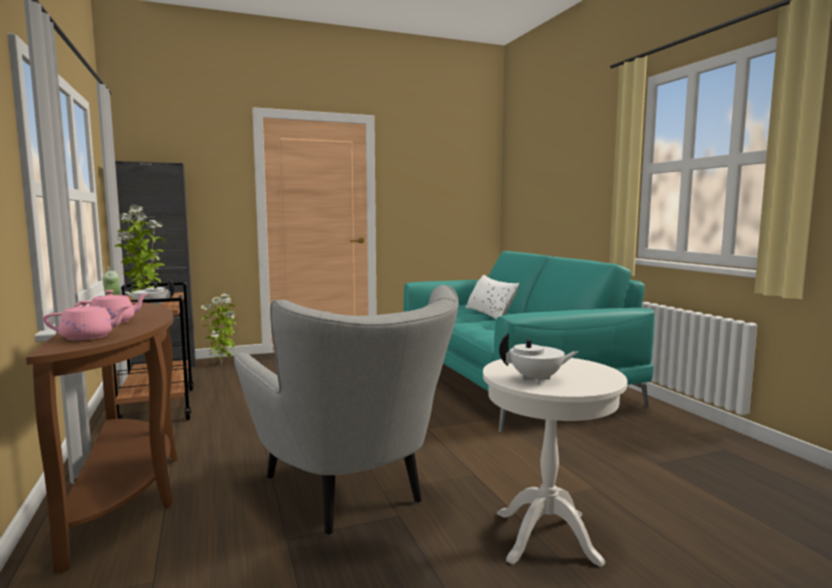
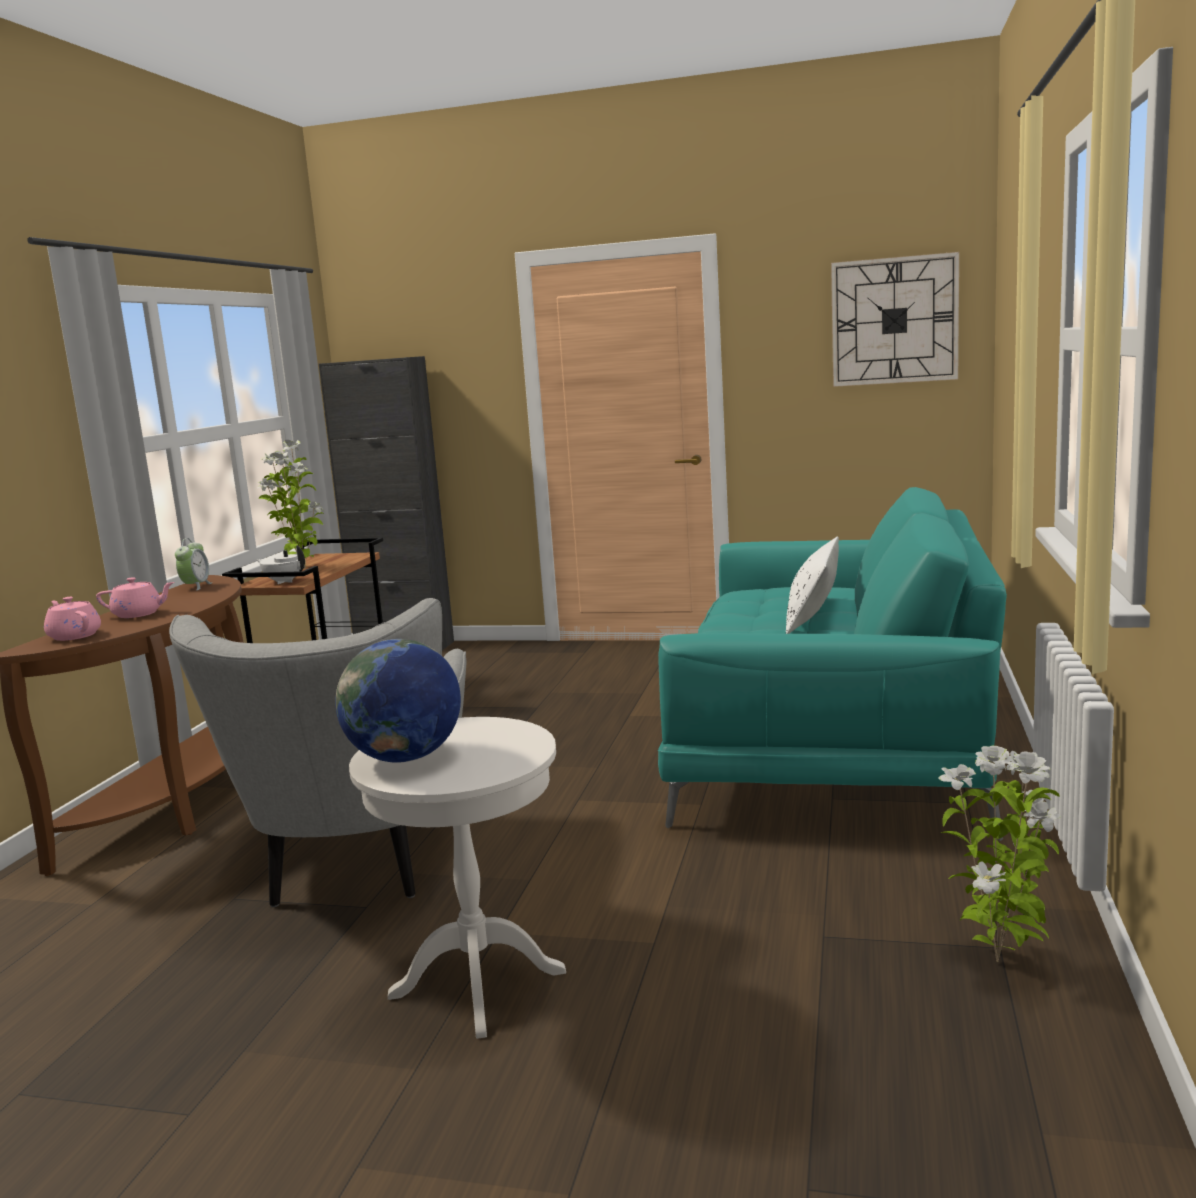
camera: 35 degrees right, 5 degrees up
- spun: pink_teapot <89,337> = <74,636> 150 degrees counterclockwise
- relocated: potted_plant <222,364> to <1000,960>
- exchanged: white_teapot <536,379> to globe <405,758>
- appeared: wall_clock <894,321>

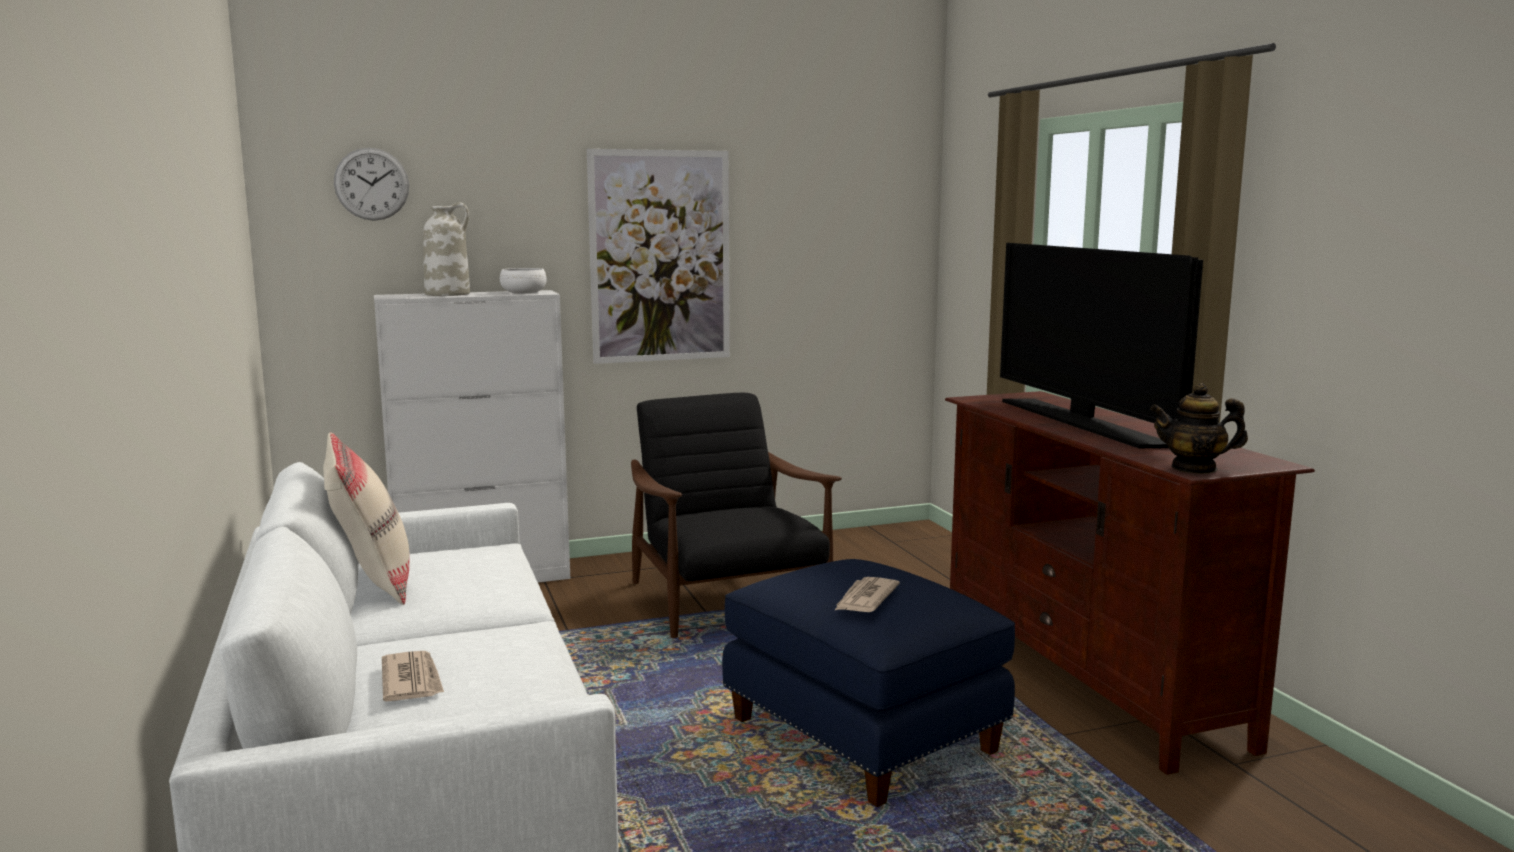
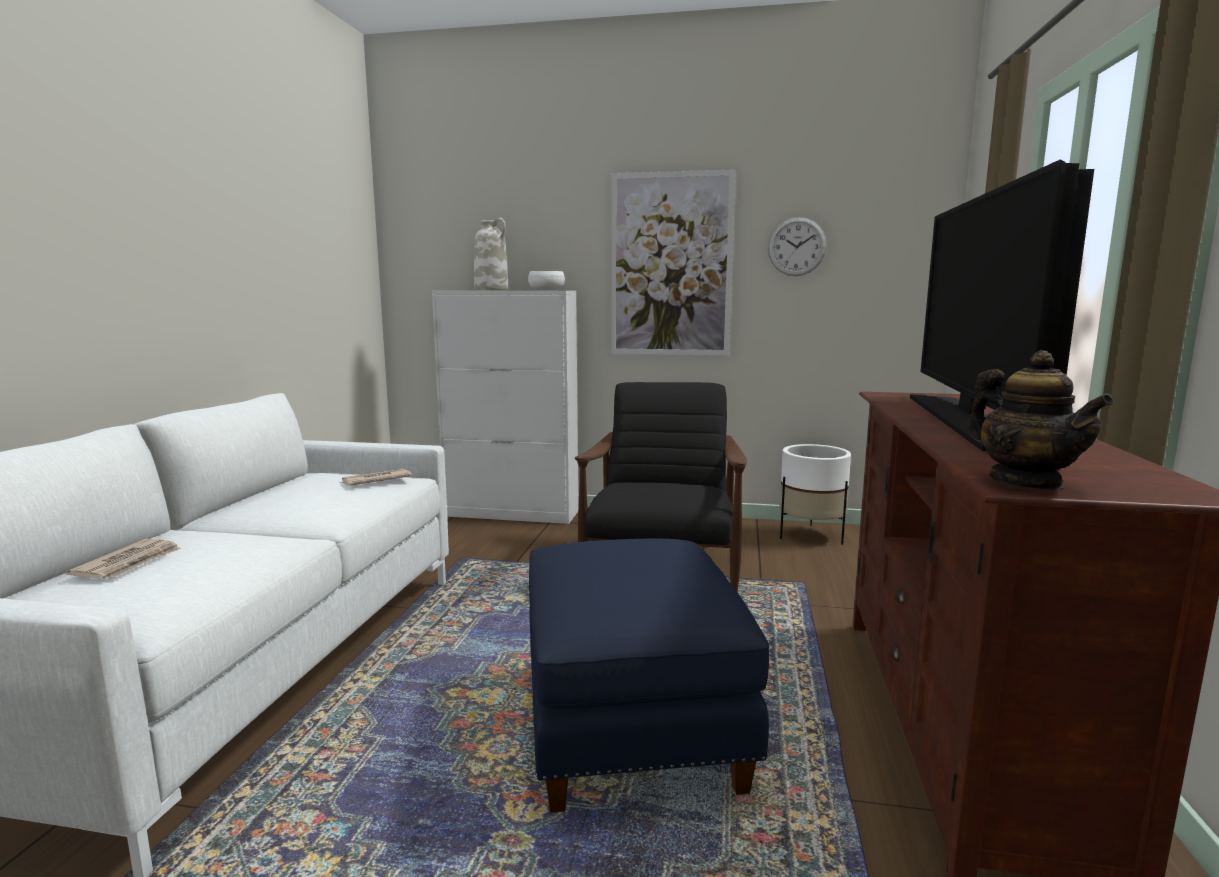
camera: 30 degrees right, 0 degrees up
- missing: beige_pillow <371,582>
- relocated: wall_clock <371,184> to <796,247>
- relocated: newspaper <865,599> to <375,480>
- spun: teapot <1194,468> = <1025,482> 150 degrees counterclockwise
- appeared: white_planter <811,536>

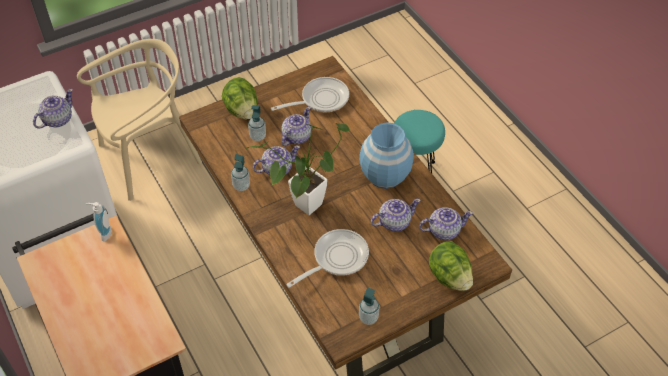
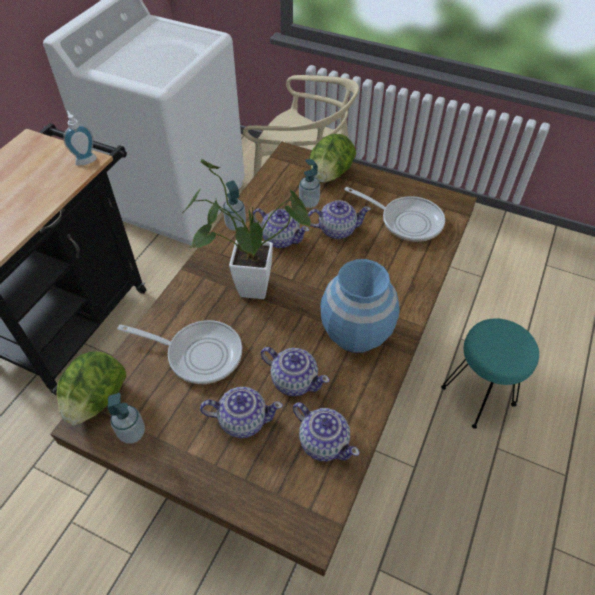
camera: 55 degrees right, 0 degrees up
- relocated: teapot <57,120> to <242,420>
- relocated: lettuce <449,277> to <97,400>

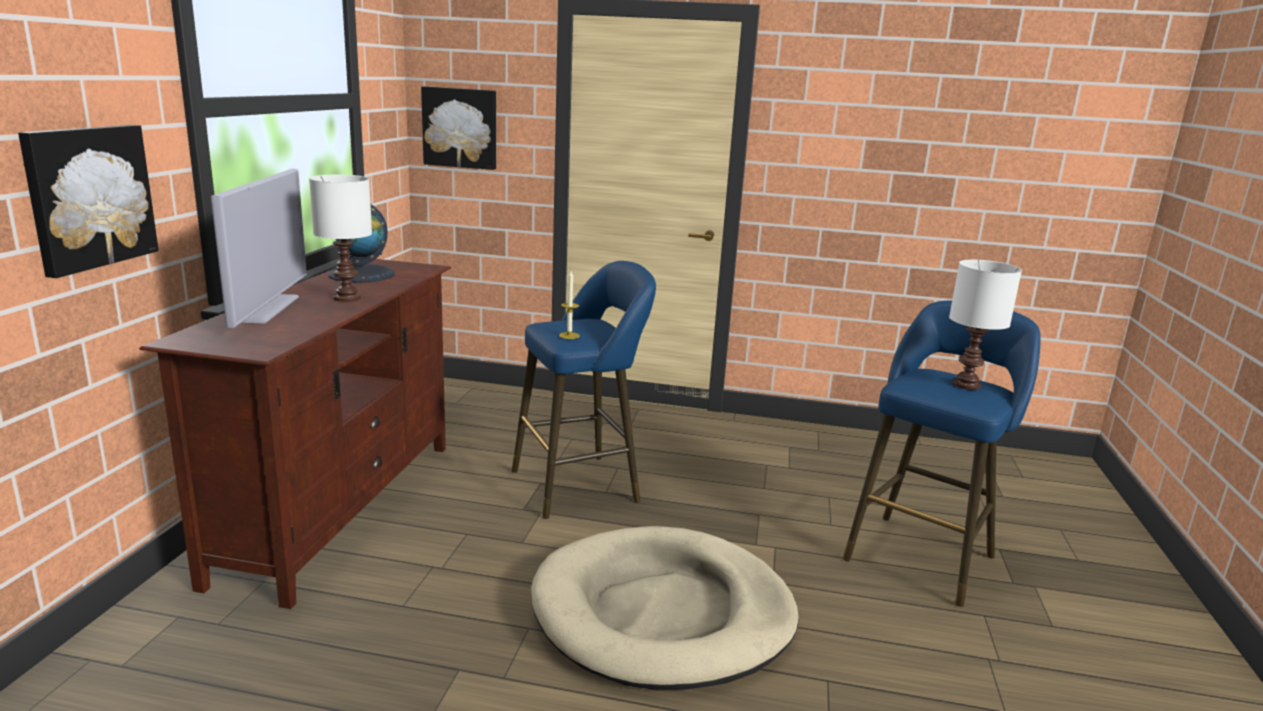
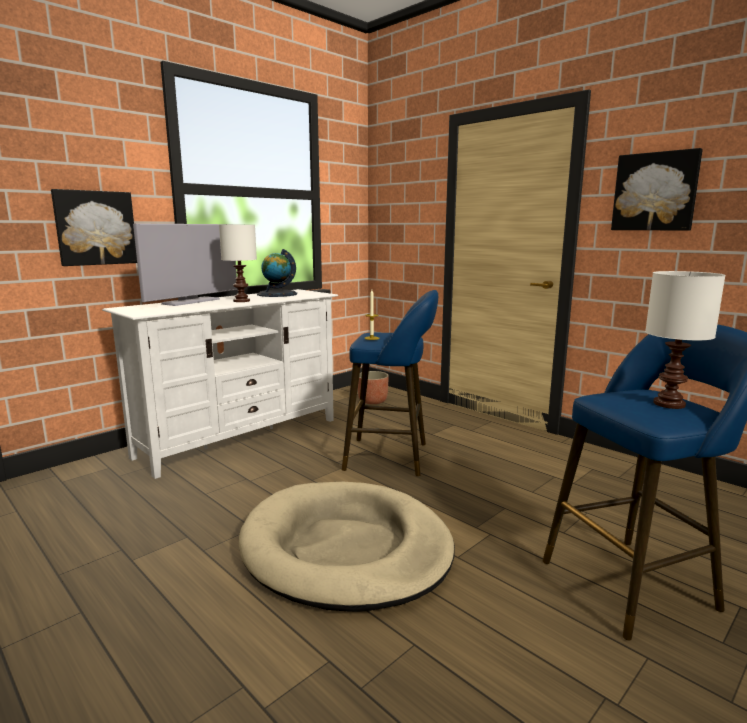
camera: 35 degrees right, 5 degrees down
- colour: brown_tv_stand <339,508> to white_tv_stand <240,437>
- relocated: picture <460,128> to <655,192>
- appeared: planter <373,401>

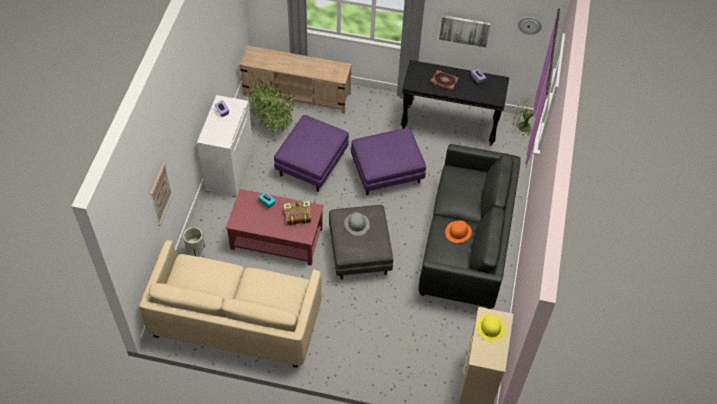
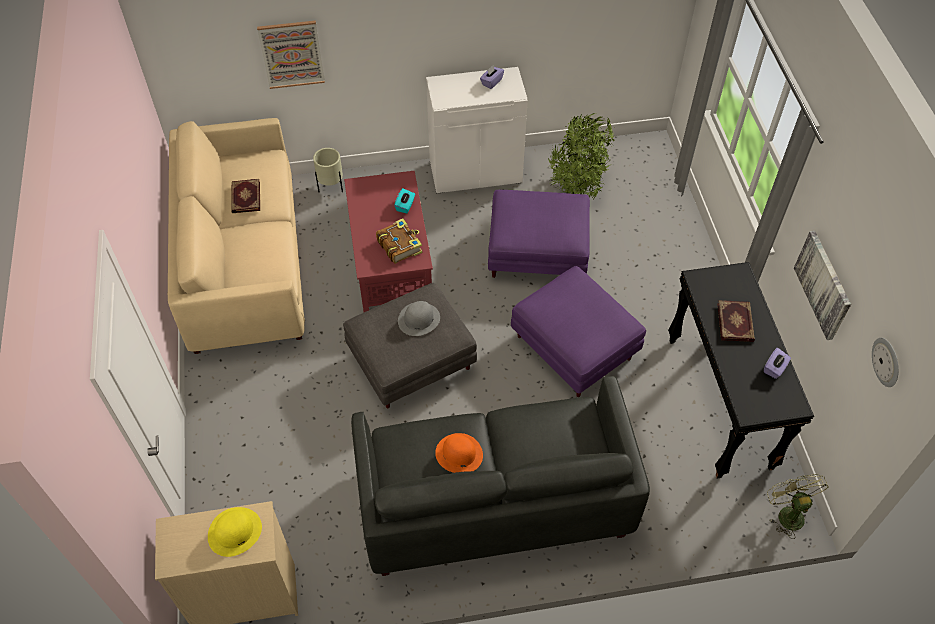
camera: 70 degrees right, 0 degrees up
- missing: beige_tv_stand <297,94>
- appeared: book <245,197>

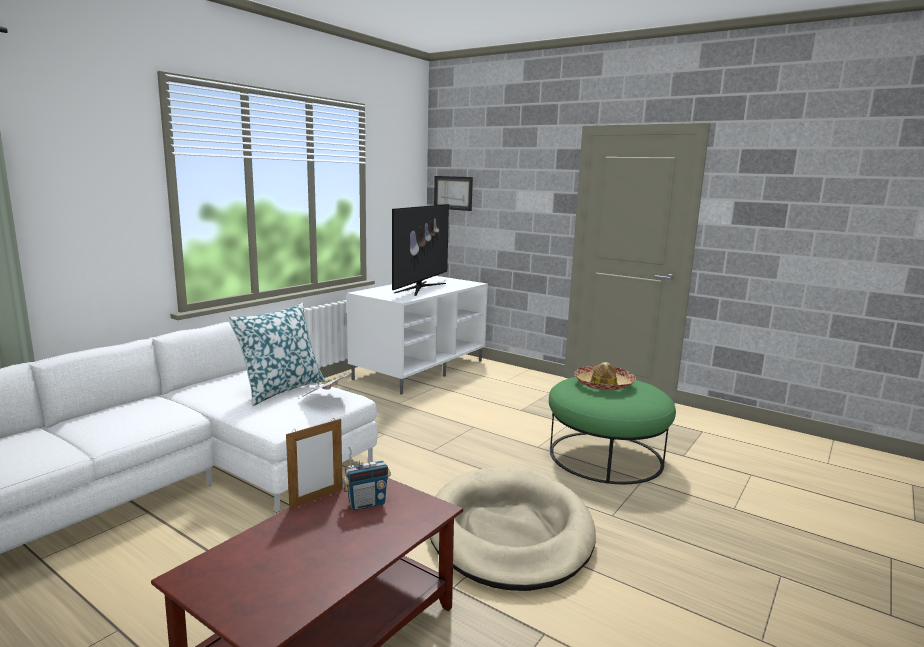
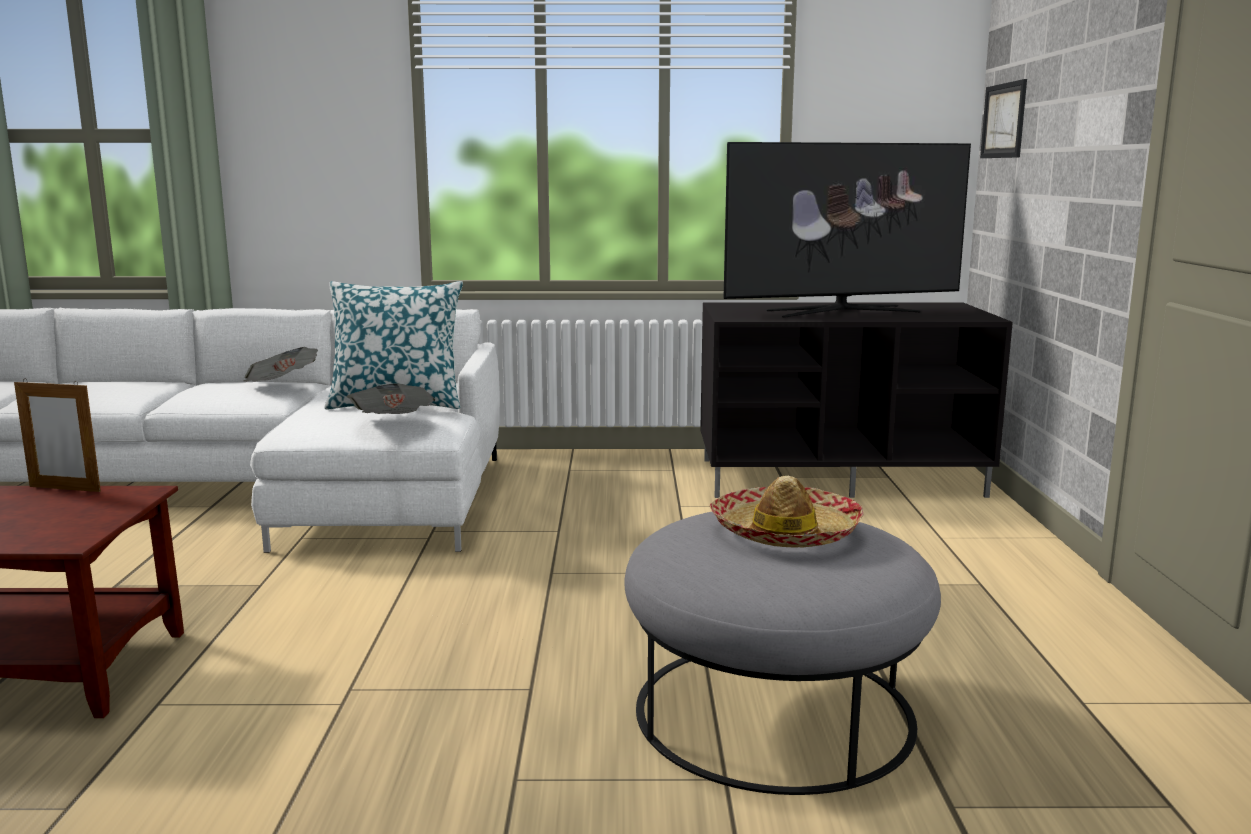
camera: 55 degrees right, 0 degrees up
- missing: radio <366,504>
- colour: white_tv_stand <420,369> to black_tv_stand <840,477>
- missing: beige_dog_bed <509,532>
- colour: green_ottoman <605,456> to grey_ottoman <774,711>
- appeared: newspaper <282,385>

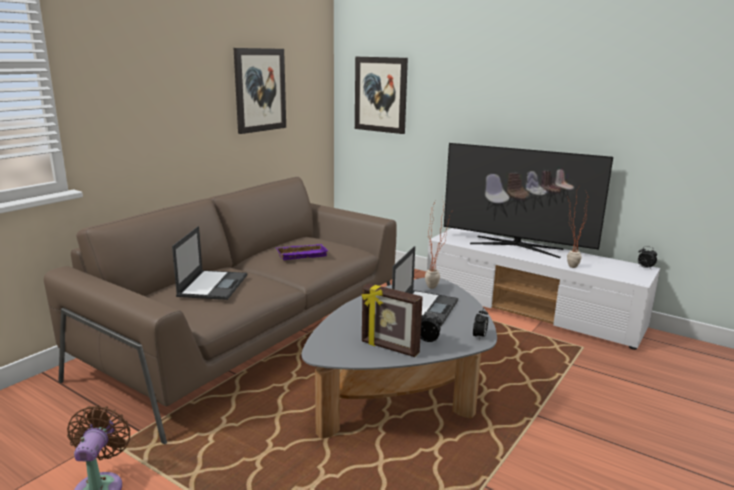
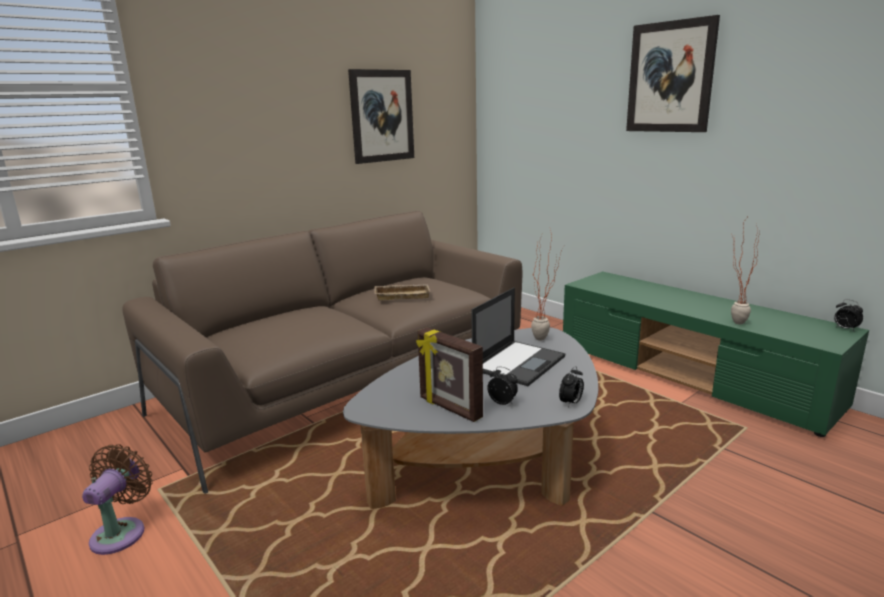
camera: 15 degrees right, 0 degrees up
- missing: laptop <213,285>
- colour: purple_tray <302,254> to beige_tray <403,295>
- relocated: picture <380,94> to <670,77>
- colour: white_tv_stand <532,310> to green_tv_stand <690,376>
- missing: television <516,246>

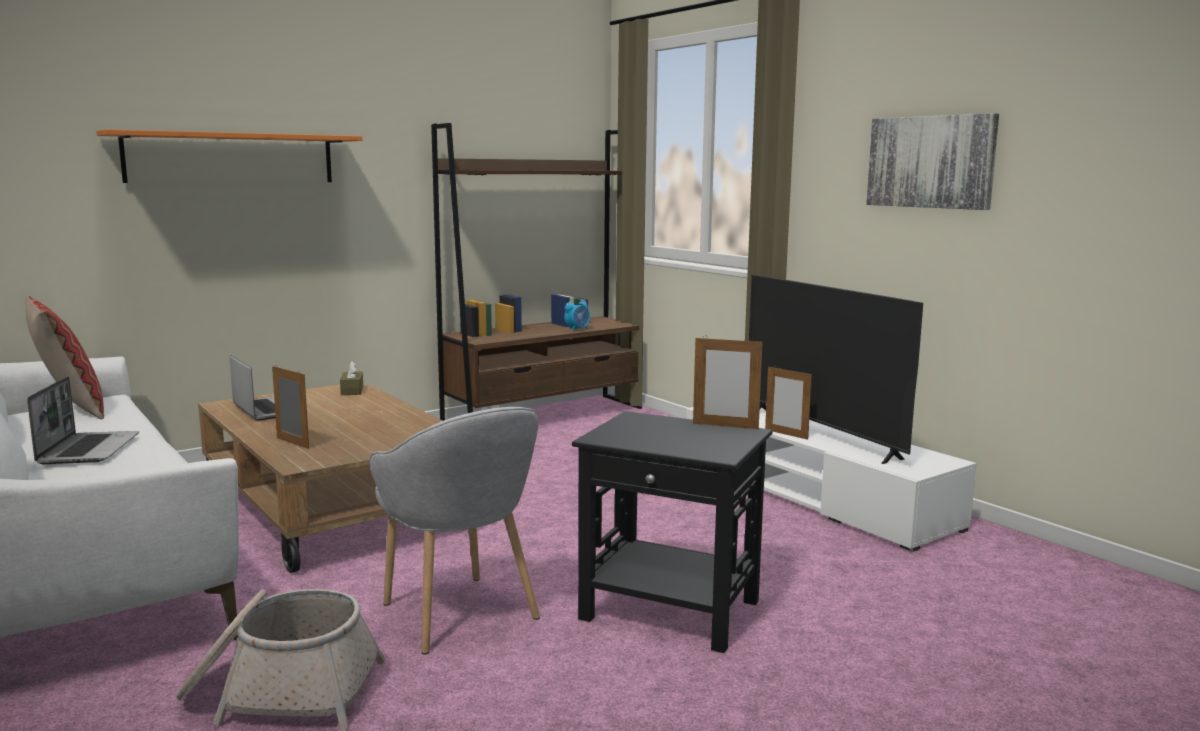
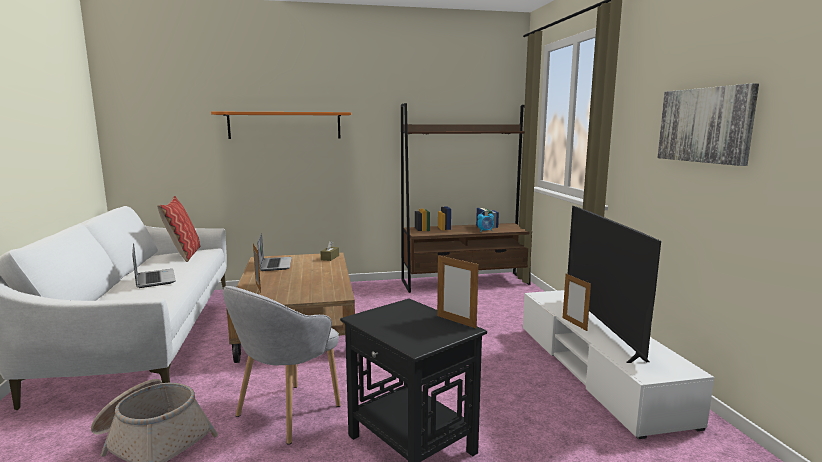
camera: 25 degrees right, 0 degrees up
- spun: laptop <88,449> = <154,279> 45 degrees counterclockwise
- spun: grey_armchair <459,615> = <287,413> 45 degrees clockwise

